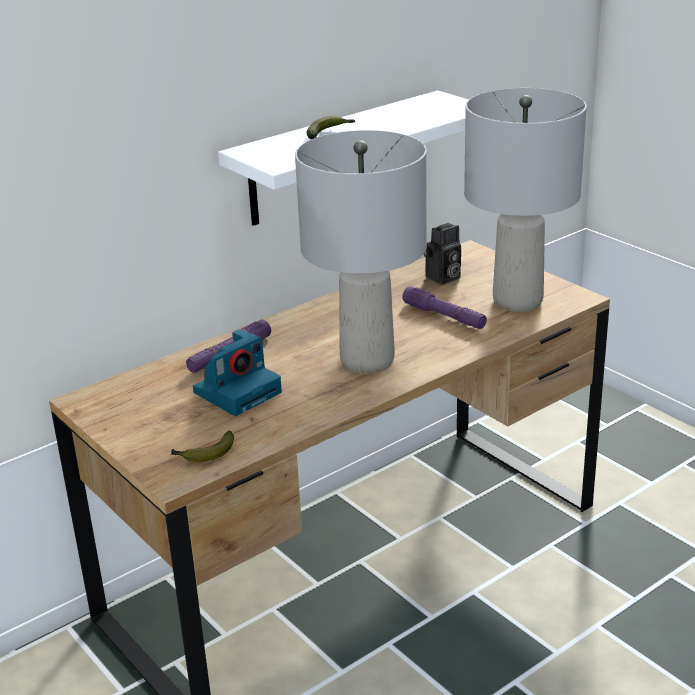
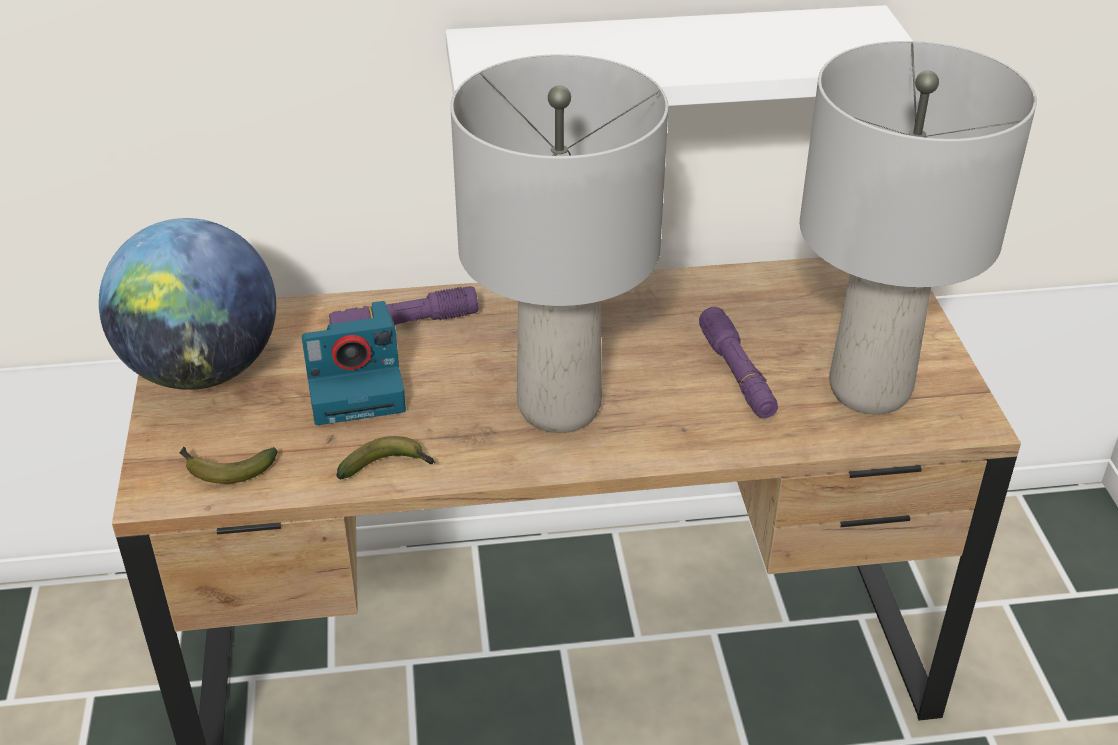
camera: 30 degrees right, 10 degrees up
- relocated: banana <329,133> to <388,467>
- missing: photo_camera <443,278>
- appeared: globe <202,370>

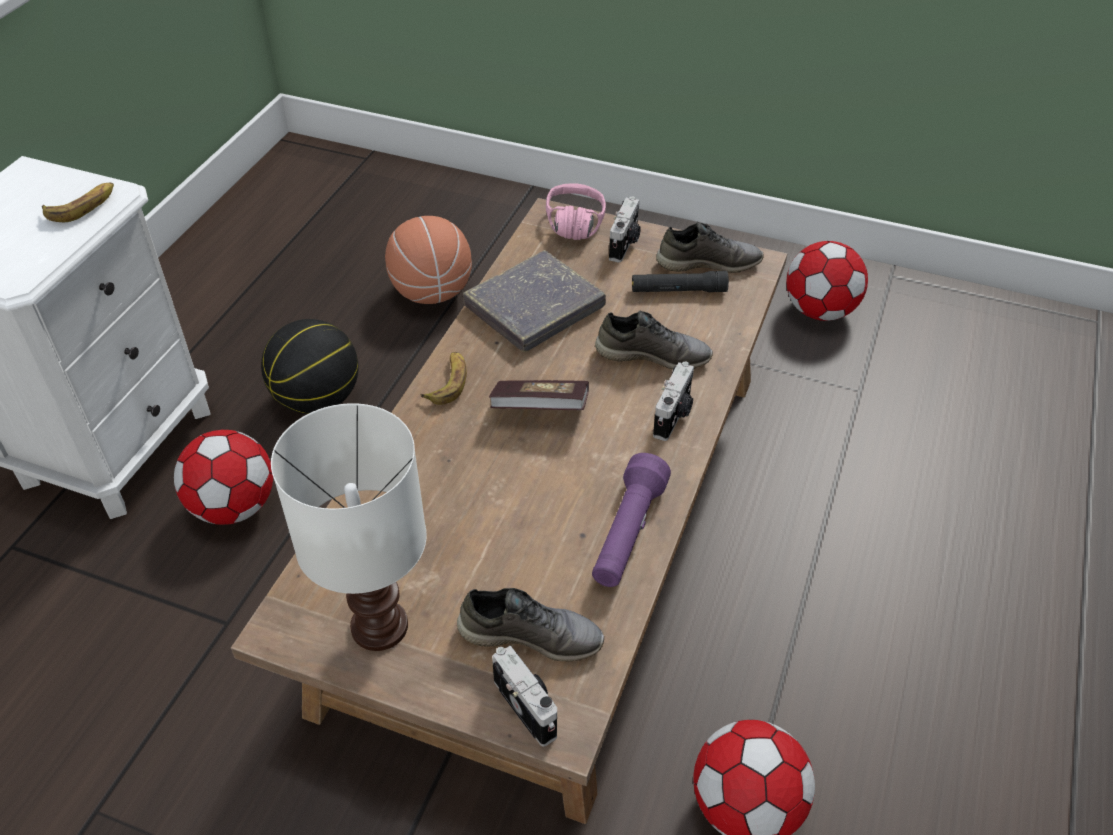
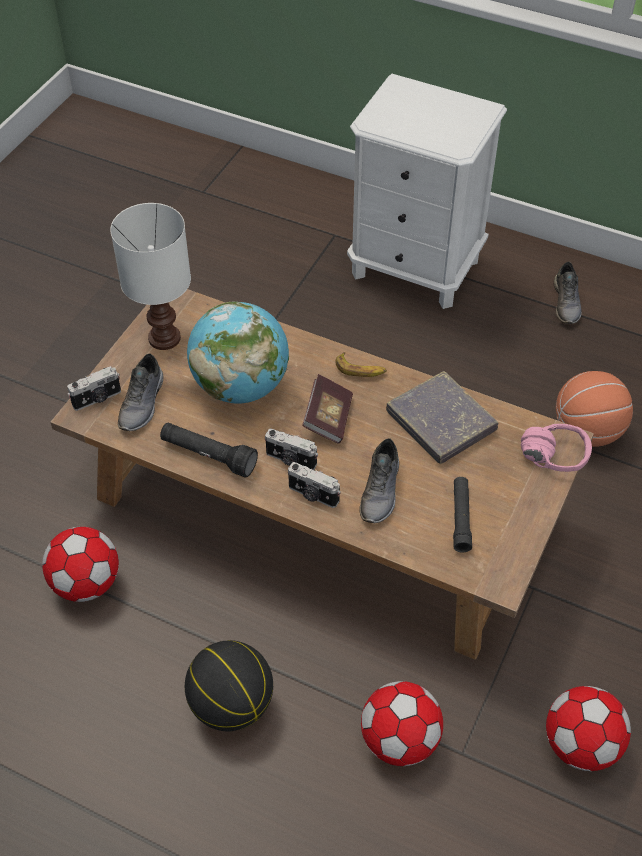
camera: 95 degrees right, 5 degrees up
- missing: banana <83,206>
- relocated: football <234,507> to <399,740>
- relocated: basketball <317,399> to <232,704>
- colour: purple_flashlight <627,534> to black_flashlight <208,456>
- relocated: photo_camera <625,244> to <290,460>
- relocated: grey_shoe <708,262> to <567,303>
- appeared: globe <240,386>

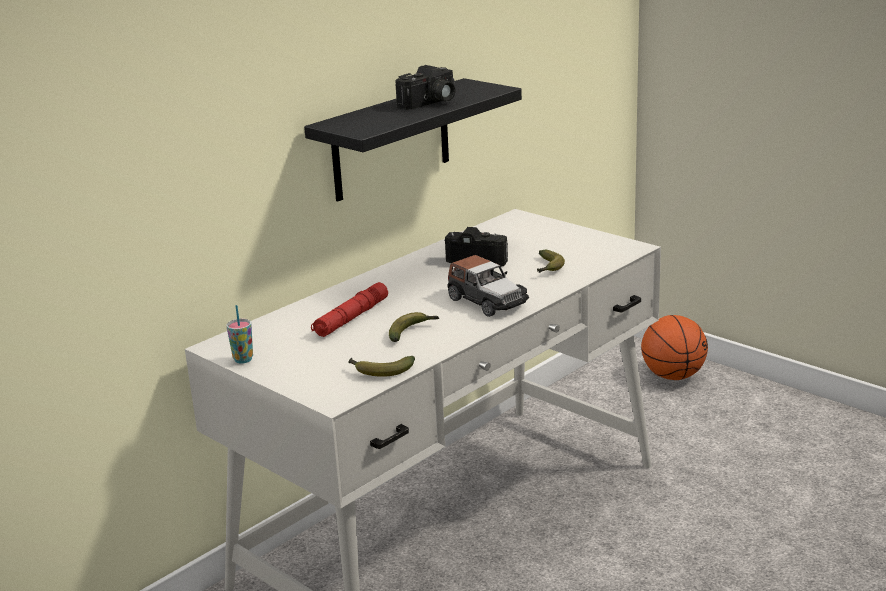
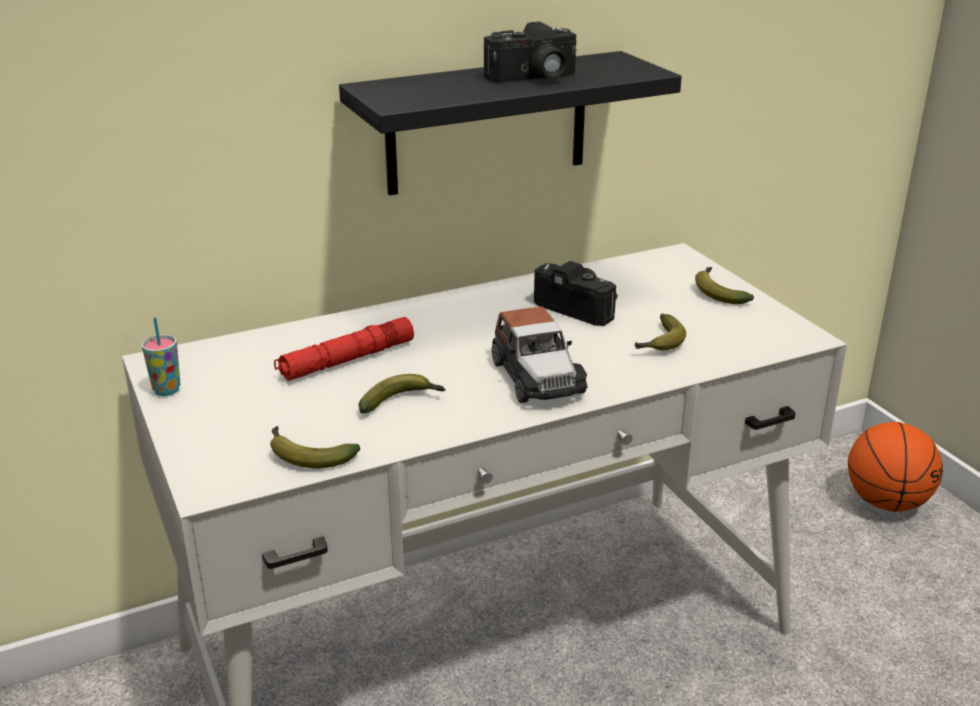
camera: 20 degrees right, 5 degrees up
- appeared: banana <718,292>

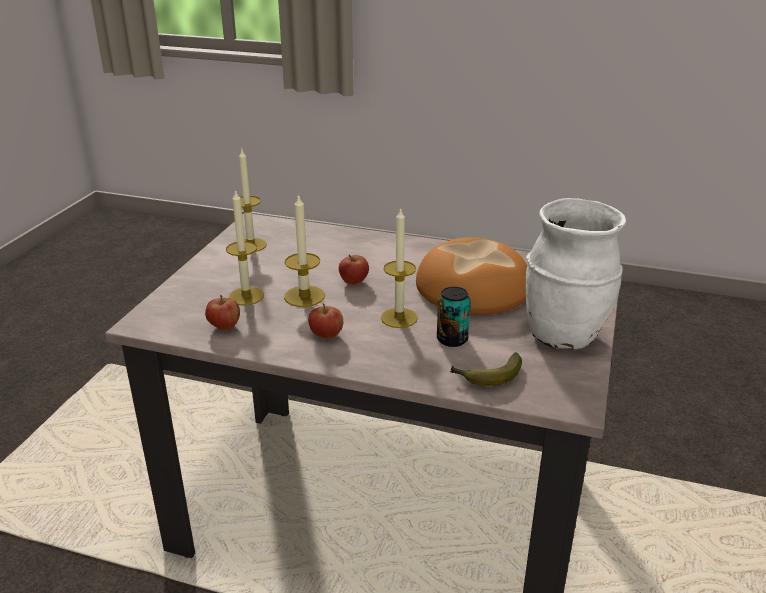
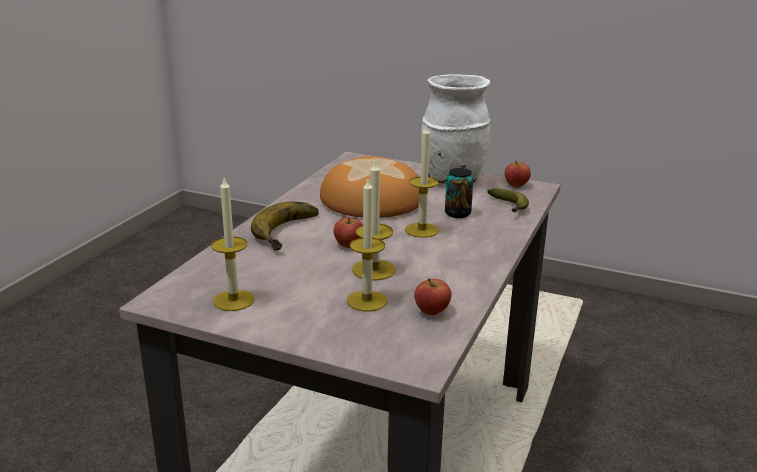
camera: 85 degrees left, 5 degrees down
- relocated: apple <326,335> to <516,185>
- appeared: banana <293,232>

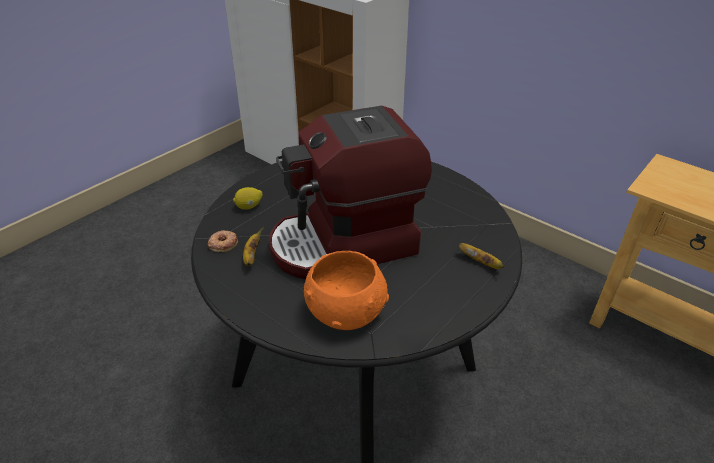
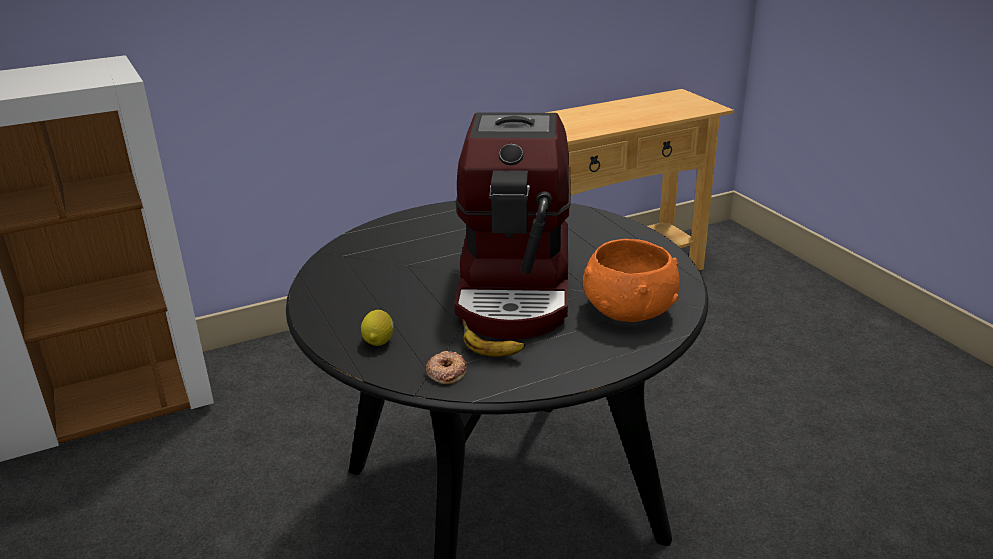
camera: 65 degrees left, 10 degrees down
- missing: banana <481,263>

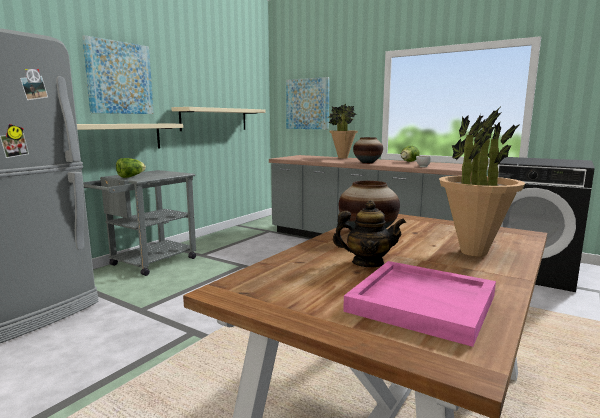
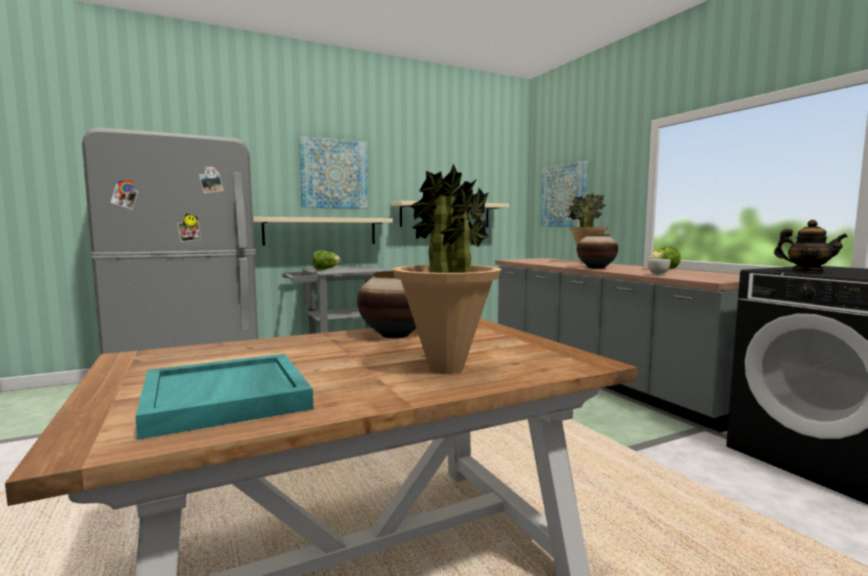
camera: 30 degrees right, 5 degrees down
- relocated: teapot <367,263> to <807,271>
- colour: pink_tray <423,303> to turquoise_tray <227,398>

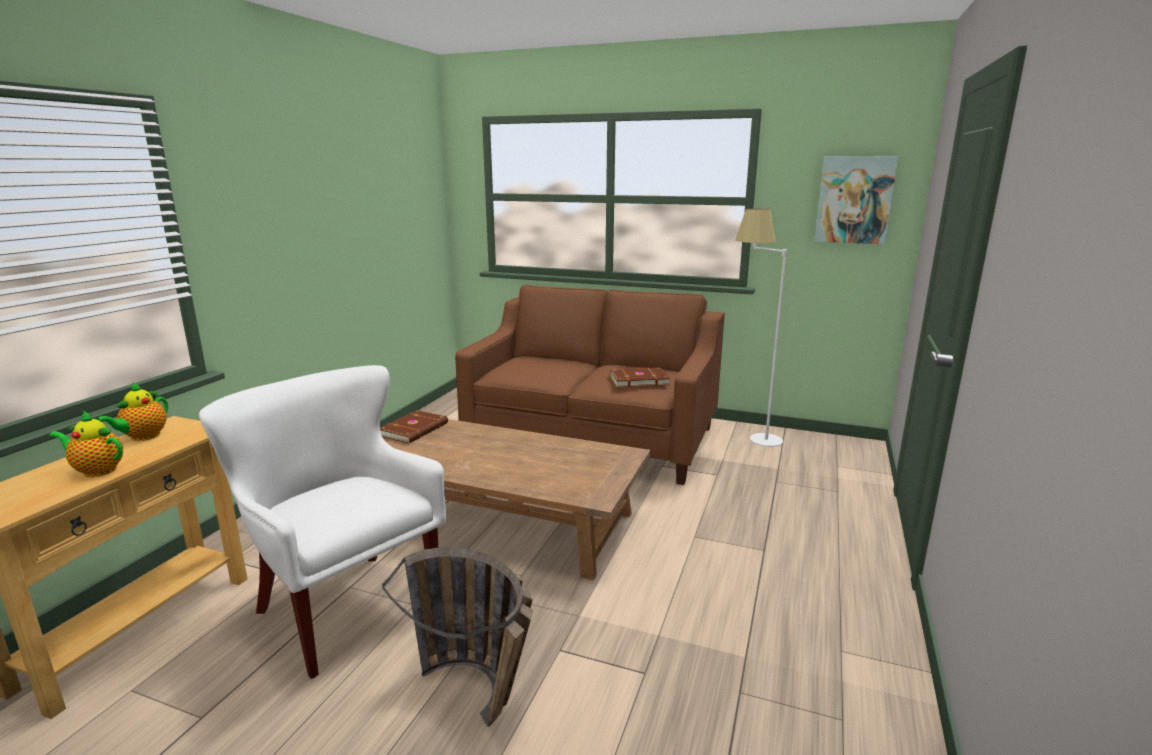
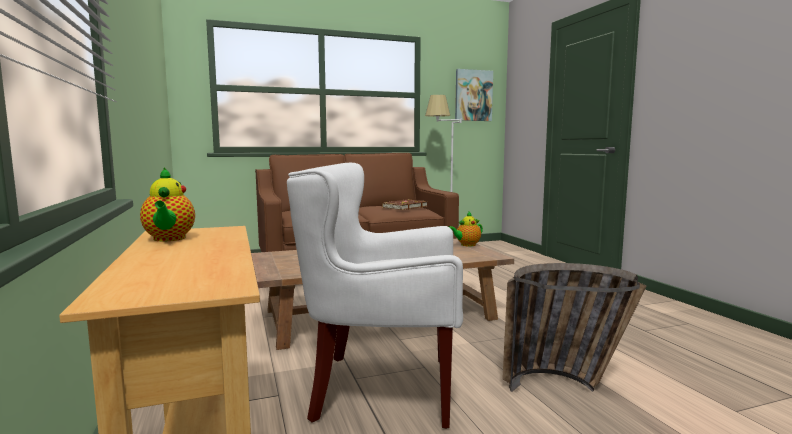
camera: 40 degrees left, 10 degrees down
- relocated: teapot <97,470> to <466,245>
- missing: brown_book <415,429>

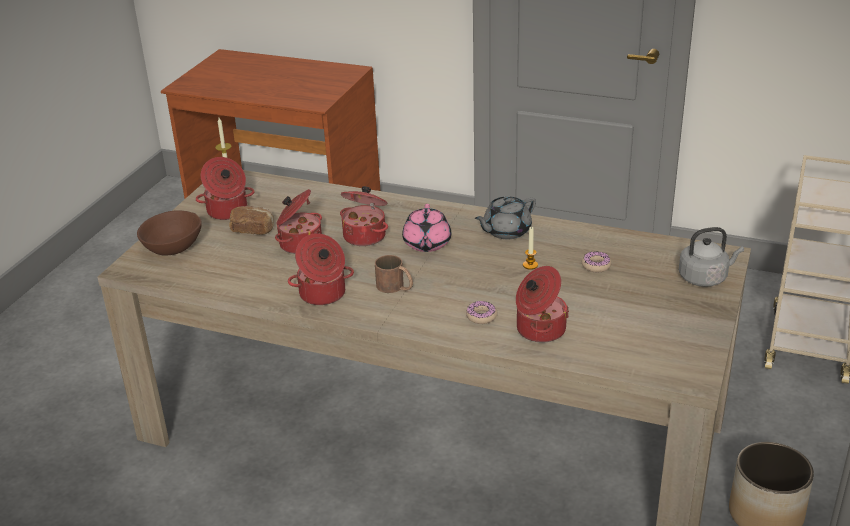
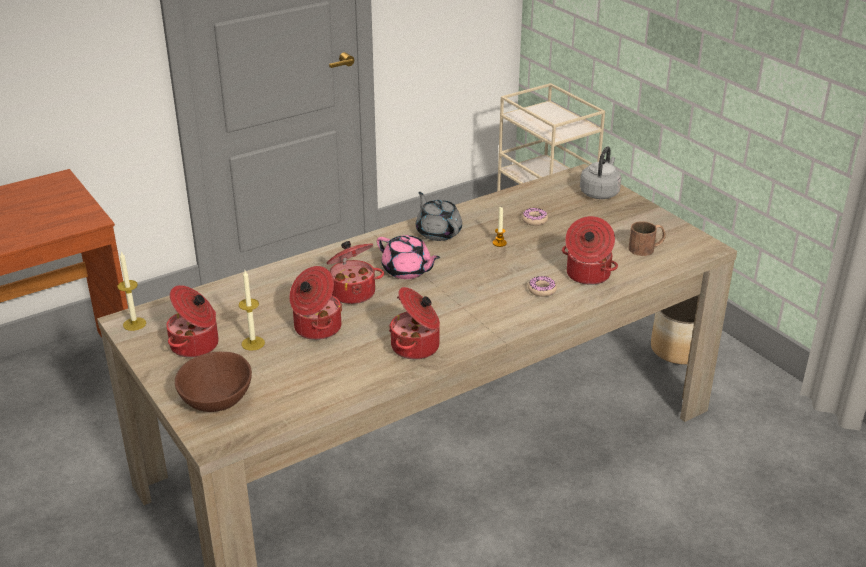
camera: 55 degrees left, 0 degrees up
- exchanged: bread <253,230> to candle <253,343>
- relocated: brown_mug <395,287> to <647,248>
- spun: grey_teapot <506,231> = <438,232> 150 degrees clockwise

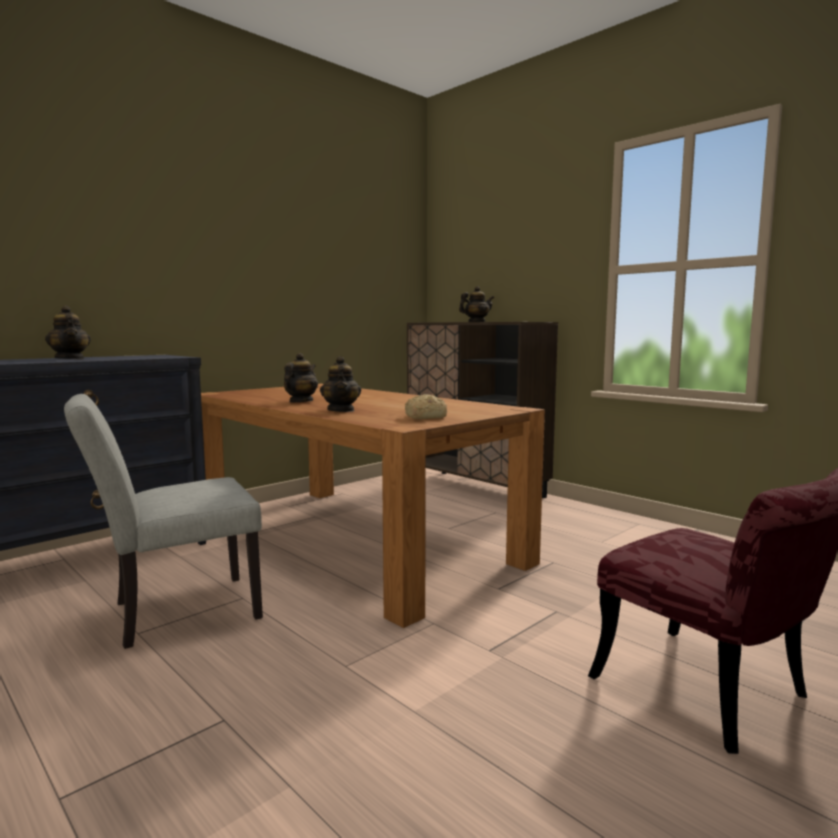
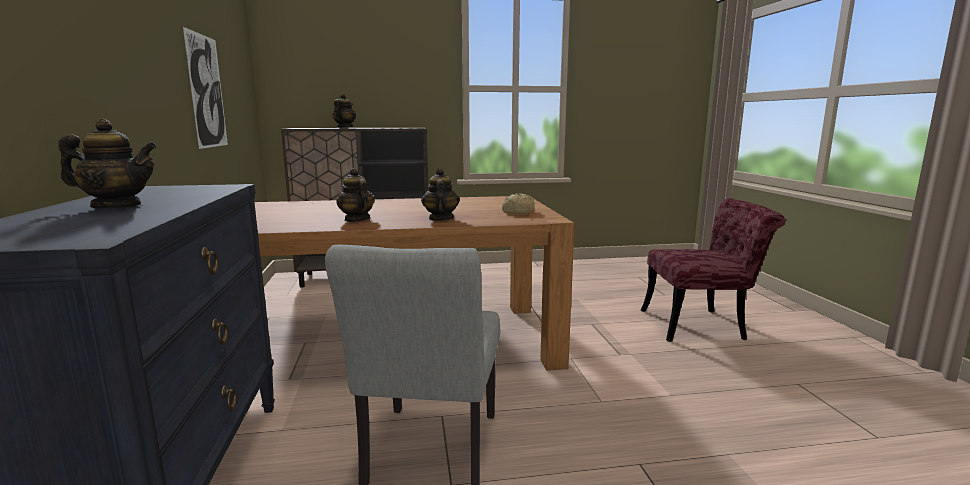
camera: 55 degrees left, 5 degrees up
- spun: teapot <341,410> = <440,219> 120 degrees counterclockwise
- appeared: picture <207,91>

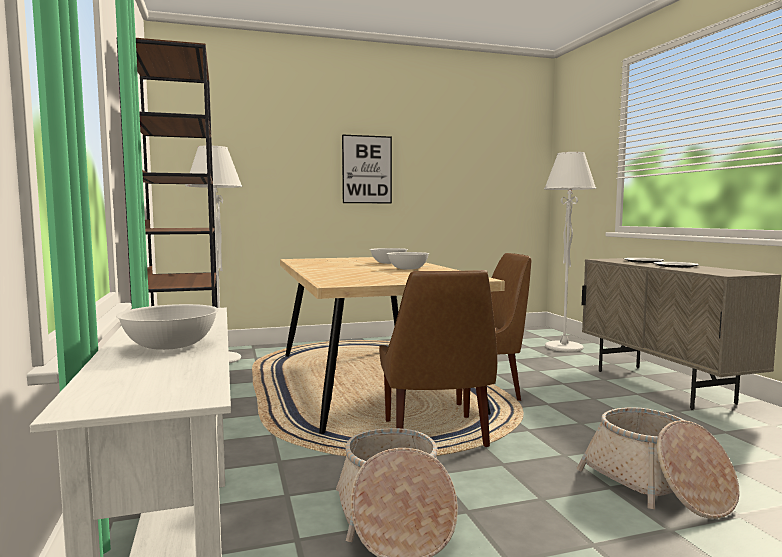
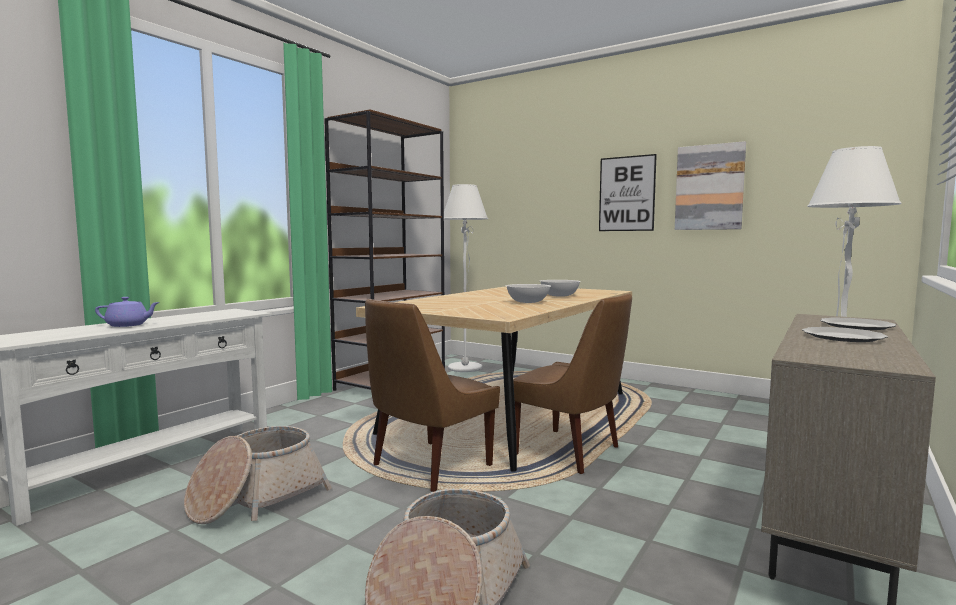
camera: 50 degrees right, 0 degrees up
- exchanged: white_bowl <169,346> to purple_teapot <128,325>
- appeared: picture <709,187>

